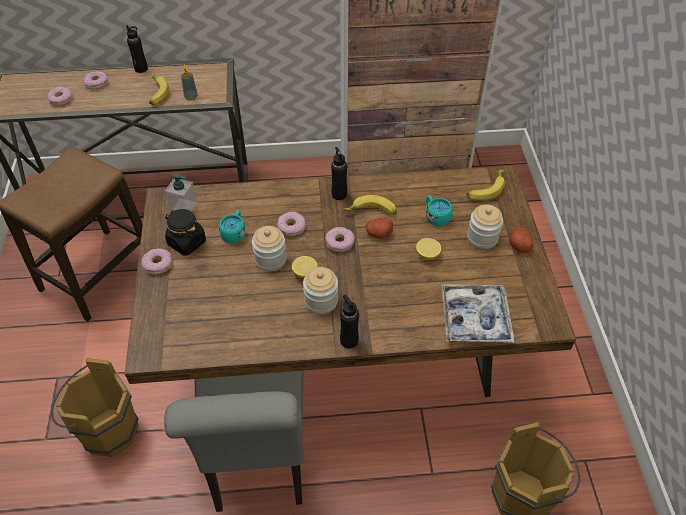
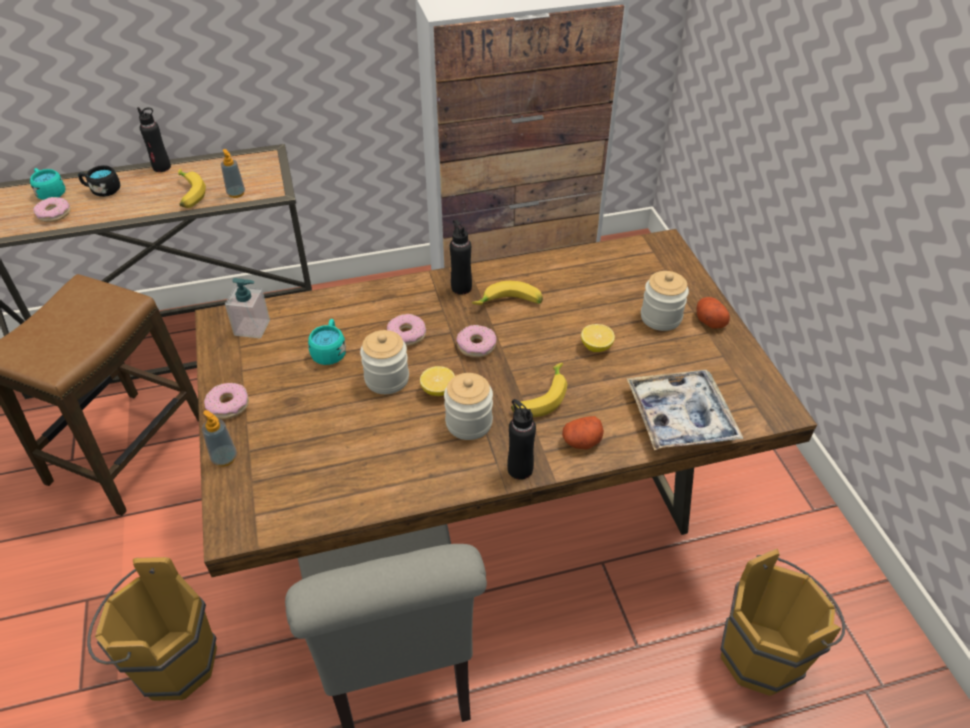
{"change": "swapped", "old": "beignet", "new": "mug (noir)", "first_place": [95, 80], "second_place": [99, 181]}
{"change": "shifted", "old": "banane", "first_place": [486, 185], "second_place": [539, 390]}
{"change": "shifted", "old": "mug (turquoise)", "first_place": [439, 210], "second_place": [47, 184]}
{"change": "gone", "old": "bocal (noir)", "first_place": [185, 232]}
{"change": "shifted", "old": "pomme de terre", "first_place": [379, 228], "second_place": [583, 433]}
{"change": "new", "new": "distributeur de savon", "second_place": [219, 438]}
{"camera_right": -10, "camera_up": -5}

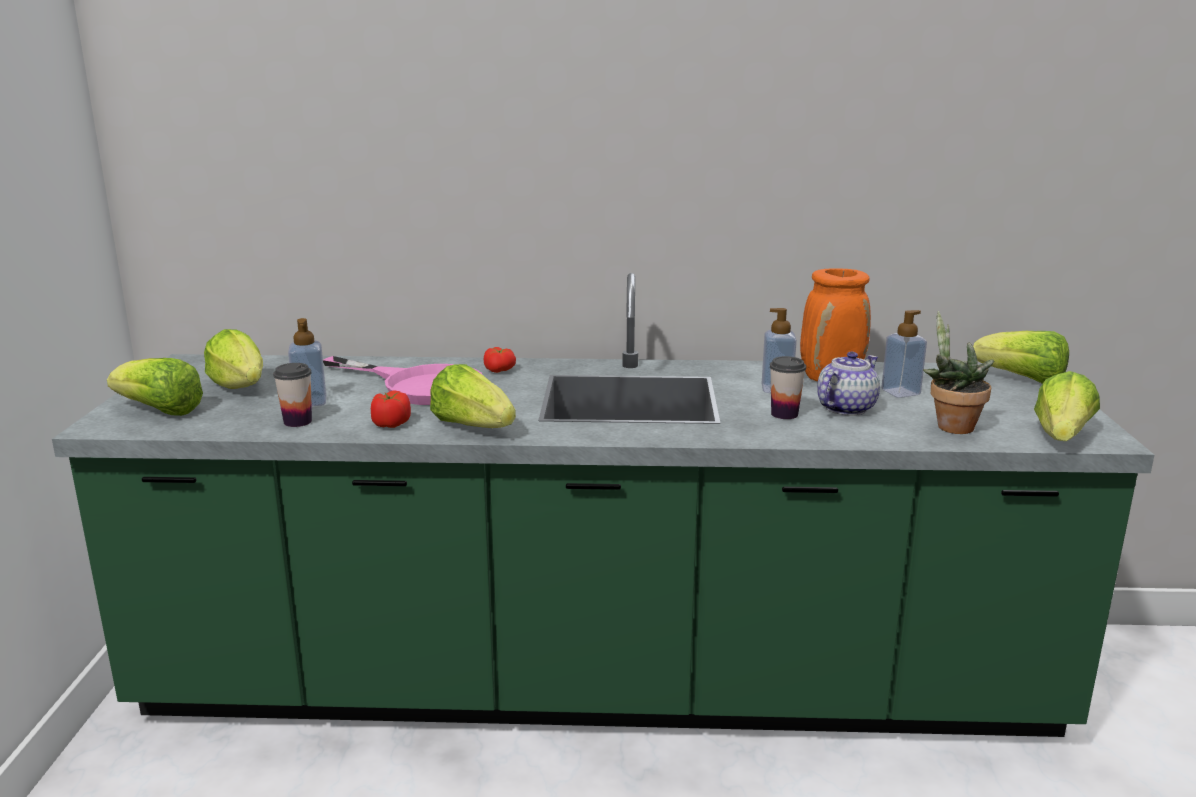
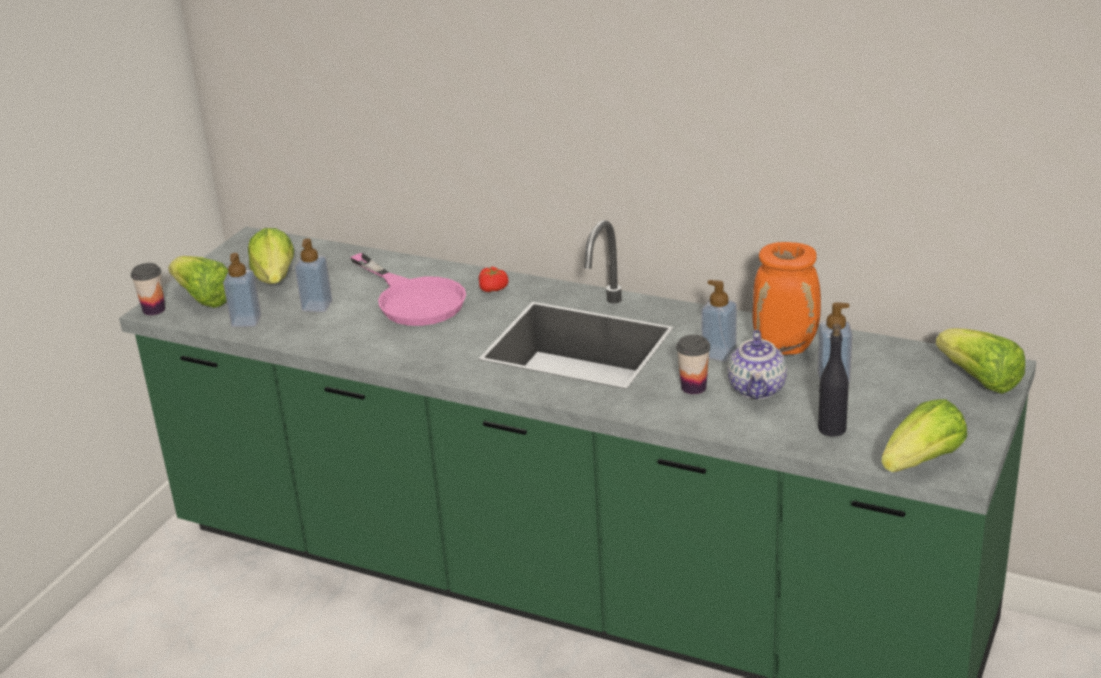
{"change": "swapped", "old": "plante en pot", "new": "bouteille (noir)", "first_place": [958, 372], "second_place": [833, 380]}
{"change": "rotated", "old": "théière", "first_place": [848, 384], "second_place": [757, 364], "degrees": 120}
{"change": "shifted", "old": "tasse", "first_place": [292, 395], "second_place": [148, 289]}
{"change": "gone", "old": "laitue", "first_place": [473, 396]}
{"change": "gone", "old": "tomate", "first_place": [391, 409]}
{"change": "new", "new": "distributeur de savon", "second_place": [242, 290]}
{"camera_right": 25, "camera_up": 10}

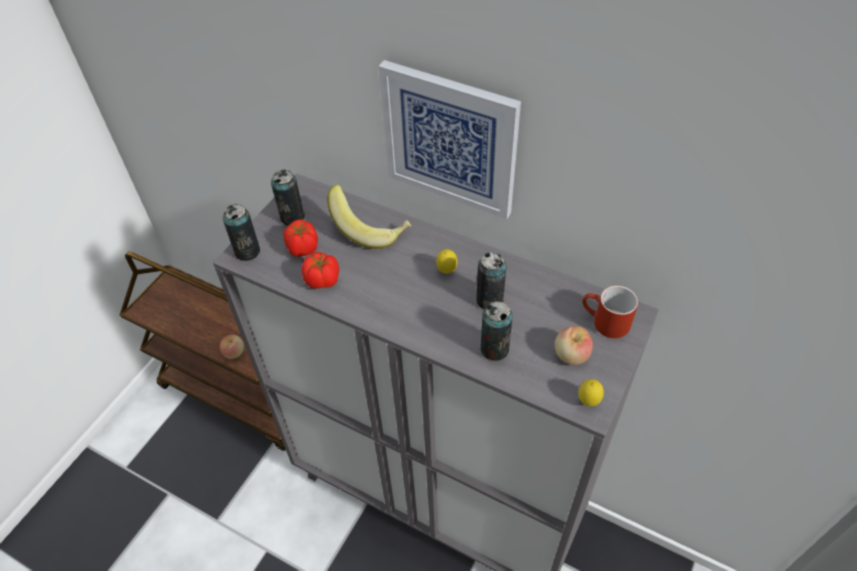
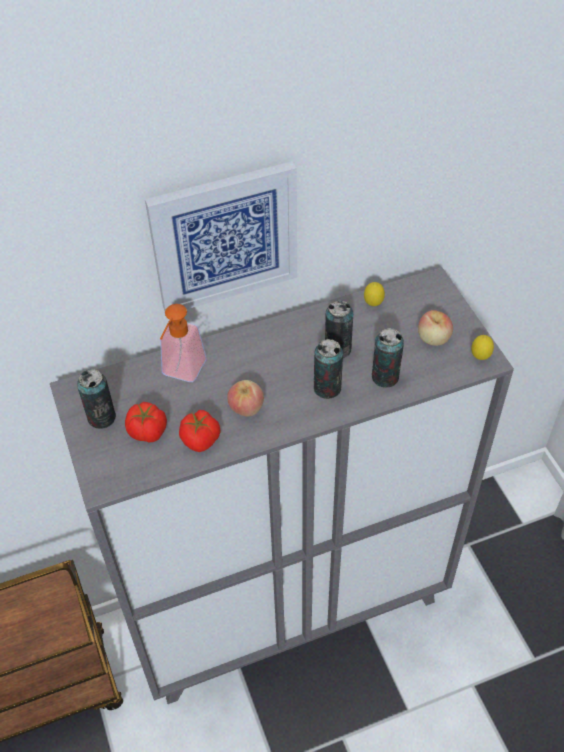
{"change": "swapped", "old": "banane", "new": "distributeur de savon", "first_place": [369, 217], "second_place": [183, 343]}
{"change": "shifted", "old": "boîte métallique", "first_place": [241, 232], "second_place": [328, 369]}
{"change": "shifted", "old": "citron", "first_place": [446, 261], "second_place": [374, 294]}
{"change": "gone", "old": "mug (rouge)", "first_place": [610, 312]}
{"change": "shifted", "old": "pomme", "first_place": [232, 347], "second_place": [245, 398]}
{"camera_right": -50, "camera_up": 0}

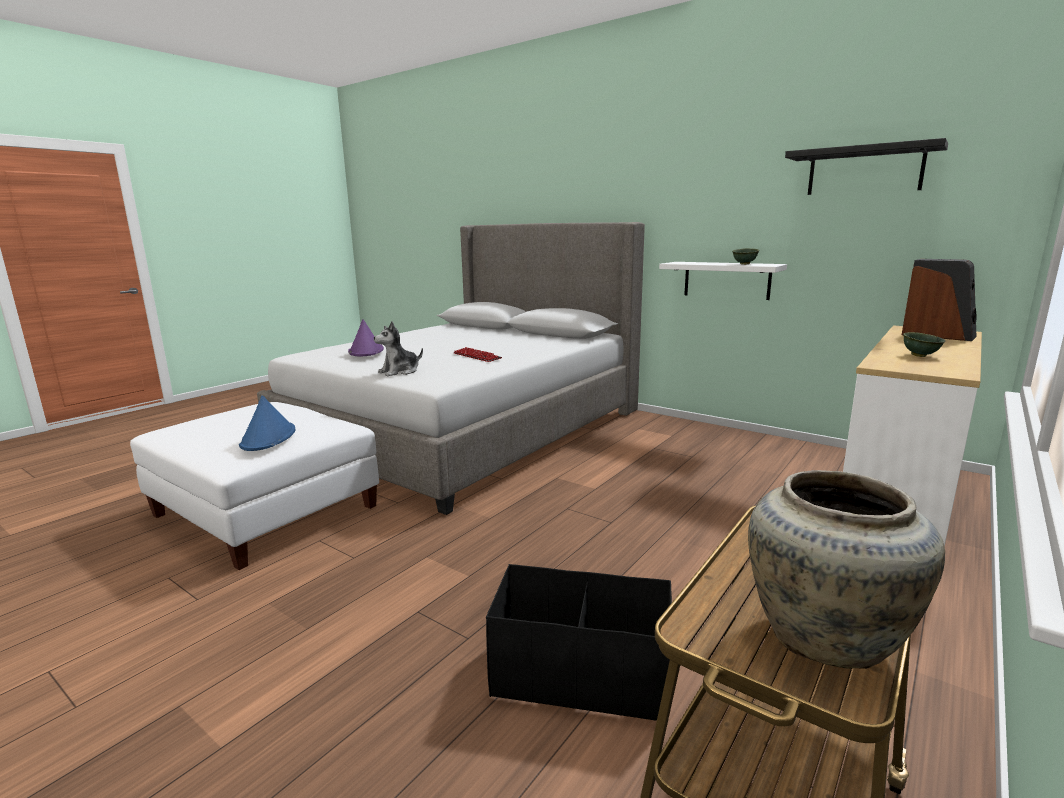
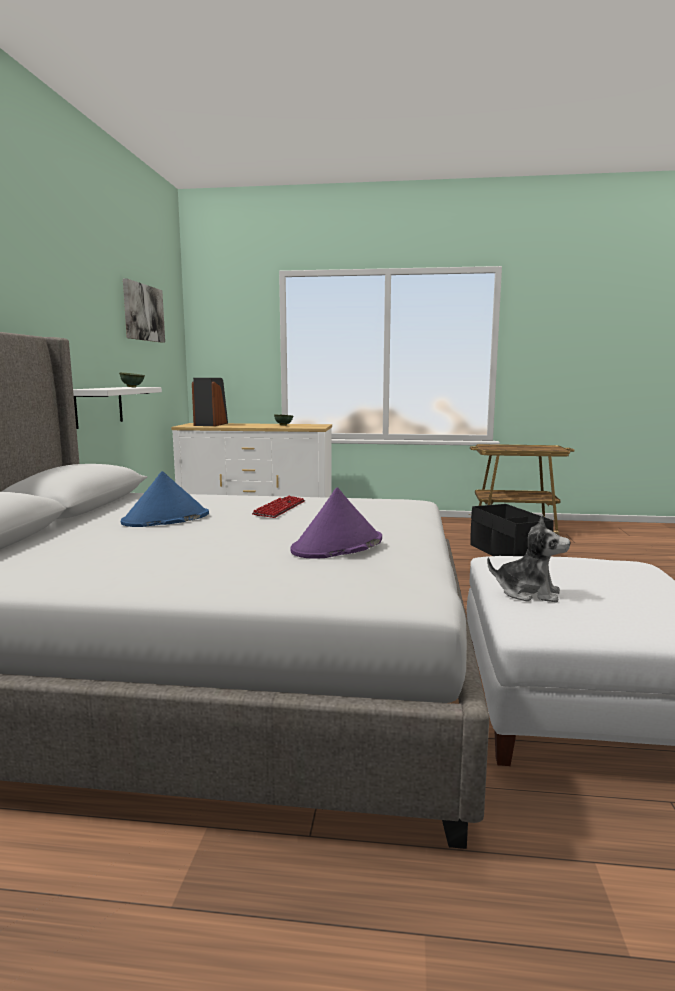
{"change": "swapped", "old": "étagère (noir)", "new": "tableau", "first_place": [866, 166], "second_place": [144, 310]}
{"change": "shifted", "old": "peluche", "first_place": [398, 348], "second_place": [528, 559]}
{"change": "shifted", "old": "chapeau (bleu)", "first_place": [267, 423], "second_place": [165, 499]}
{"change": "gone", "old": "vase (beige)", "first_place": [846, 569]}
{"camera_right": -120, "camera_up": -5}

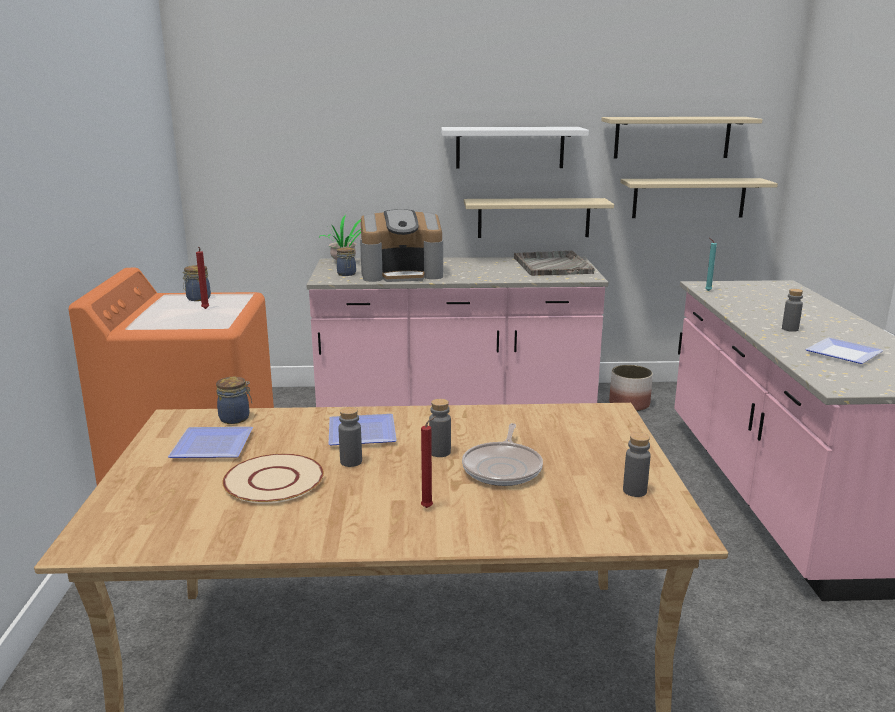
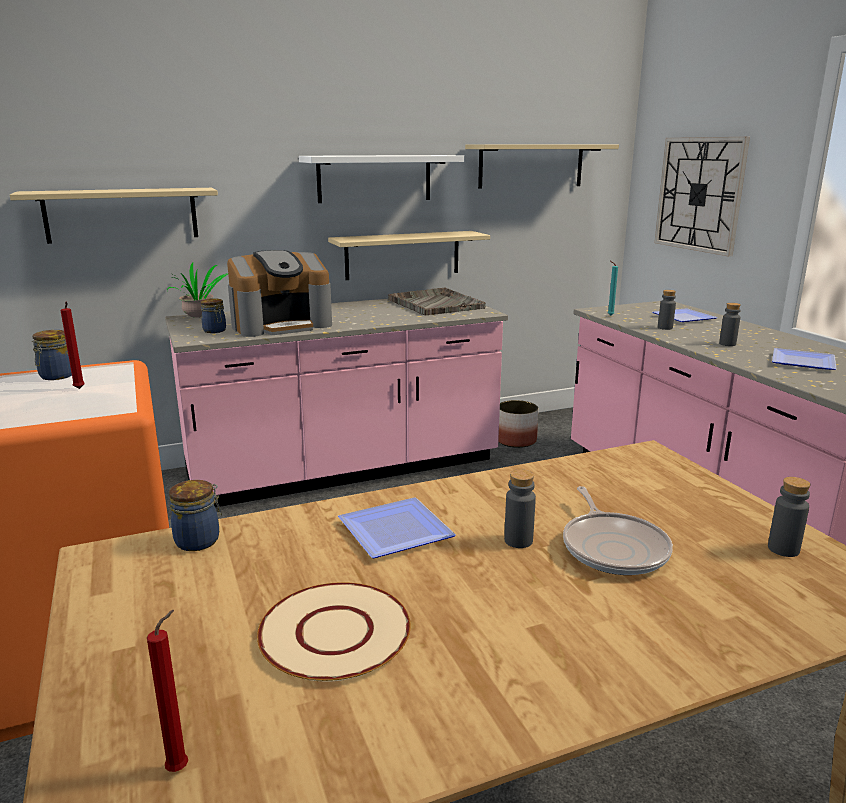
{"change": "shifted", "old": "étagère (beige)", "first_place": [699, 198], "second_place": [114, 216]}
{"change": "shifted", "old": "bouteille (gris)", "first_place": [350, 437], "second_place": [667, 310]}
{"change": "shifted", "old": "bougie (rouge)", "first_place": [428, 462], "second_place": [167, 691]}
{"change": "shifted", "old": "assiette", "first_place": [210, 442], "second_place": [684, 315]}
{"change": "new", "new": "horloge murale", "second_place": [702, 197]}
{"camera_right": -20, "camera_up": 0}

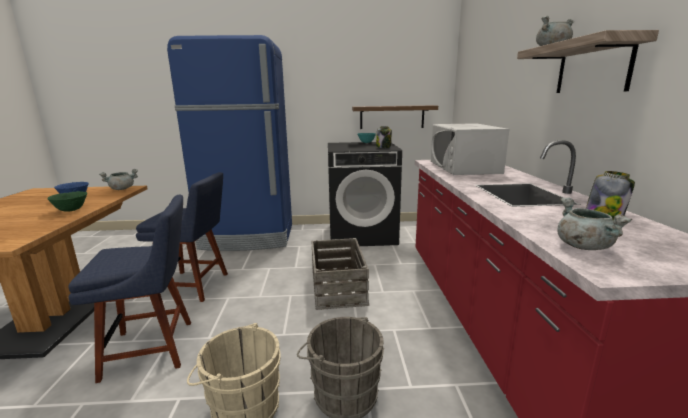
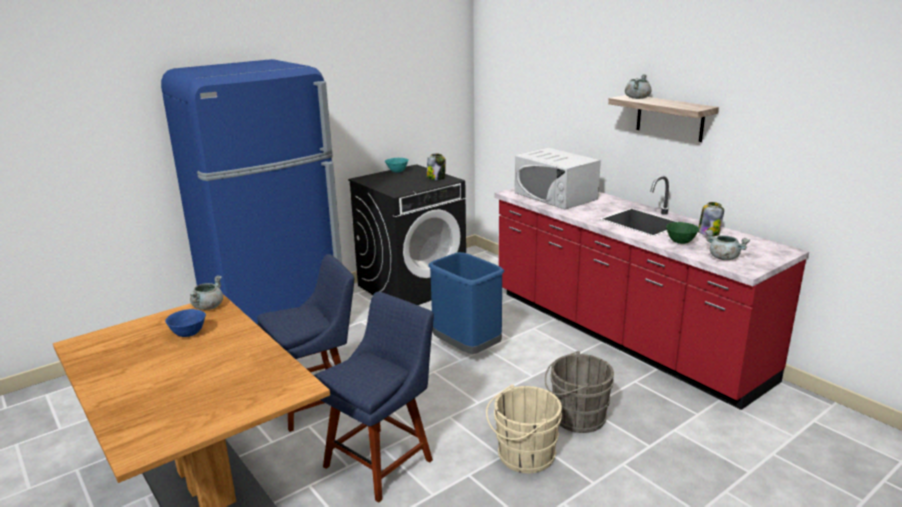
{"change": "gone", "old": "étagère", "first_place": [395, 117]}
{"change": "shifted", "old": "bol (vert)", "first_place": [67, 201], "second_place": [682, 233]}
{"change": "swapped", "old": "caisse", "new": "poubelle (bleu)", "first_place": [340, 274], "second_place": [466, 303]}
{"camera_right": -35, "camera_up": 5}

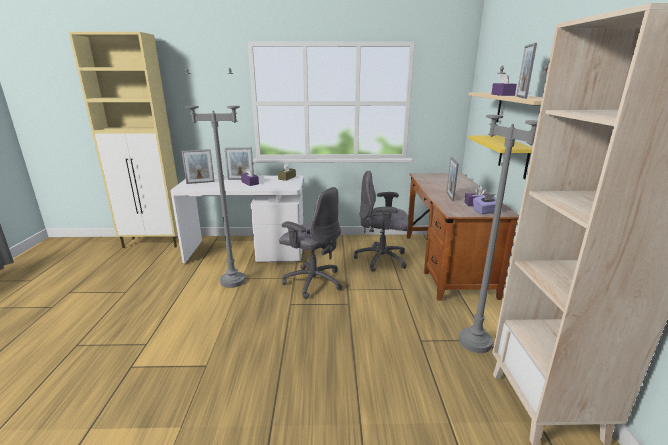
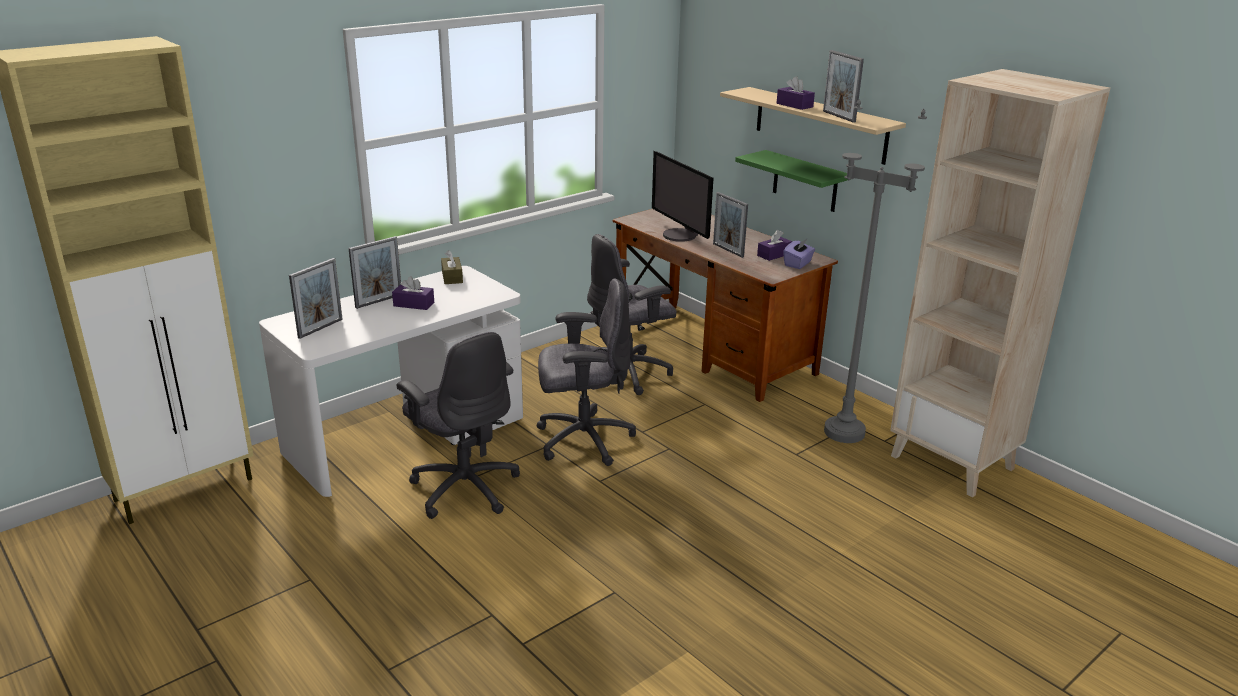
{"change": "swapped", "old": "lampadaire (gris)", "new": "chaise de bureau (gris)", "first_place": [215, 178], "second_place": [458, 425]}
{"change": "repainted", "old": "étagère (jaune)", "new": "étagère (vert)", "first_place": [500, 157], "second_place": [793, 181]}
{"change": "new", "new": "écran d'ordinateur", "second_place": [682, 196]}
{"camera_right": -40, "camera_up": 5}

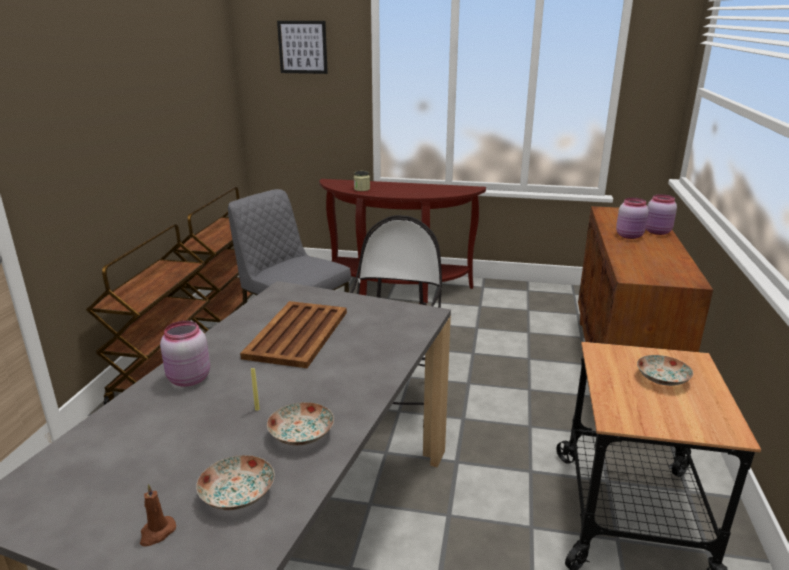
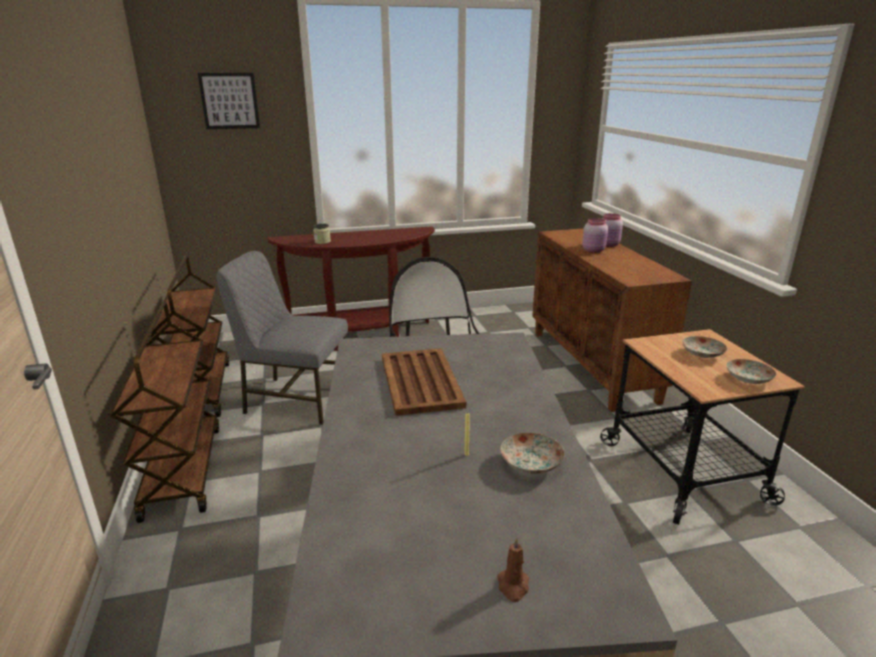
{"change": "gone", "old": "bocal (rose)", "first_place": [185, 354]}
{"change": "shifted", "old": "assiette", "first_place": [235, 482], "second_place": [751, 371]}
{"camera_right": -25, "camera_up": 0}

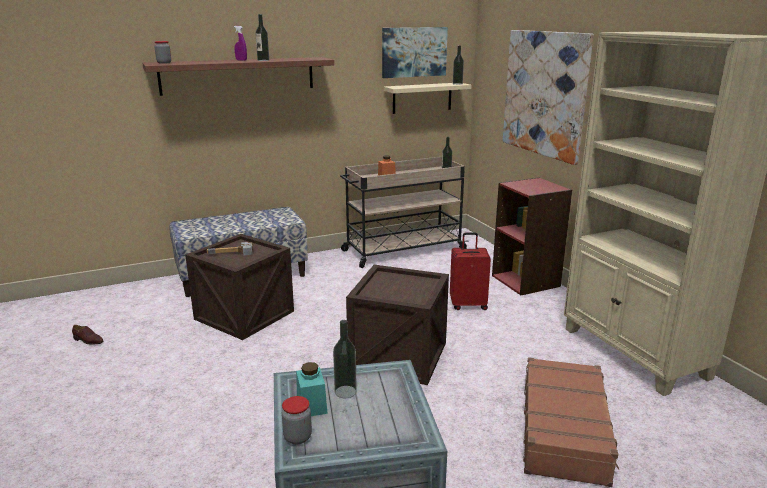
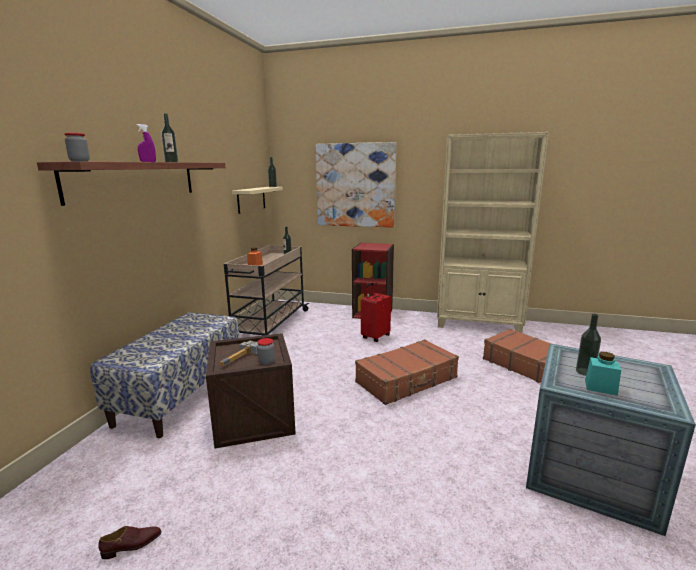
{"change": "gone", "old": "tableau", "first_place": [415, 52]}
{"change": "swapped", "old": "caisse", "new": "valise (marron)", "first_place": [397, 325], "second_place": [407, 372]}
{"change": "shifted", "old": "bocal", "first_place": [297, 420], "second_place": [266, 351]}
{"camera_right": -50, "camera_up": -5}

